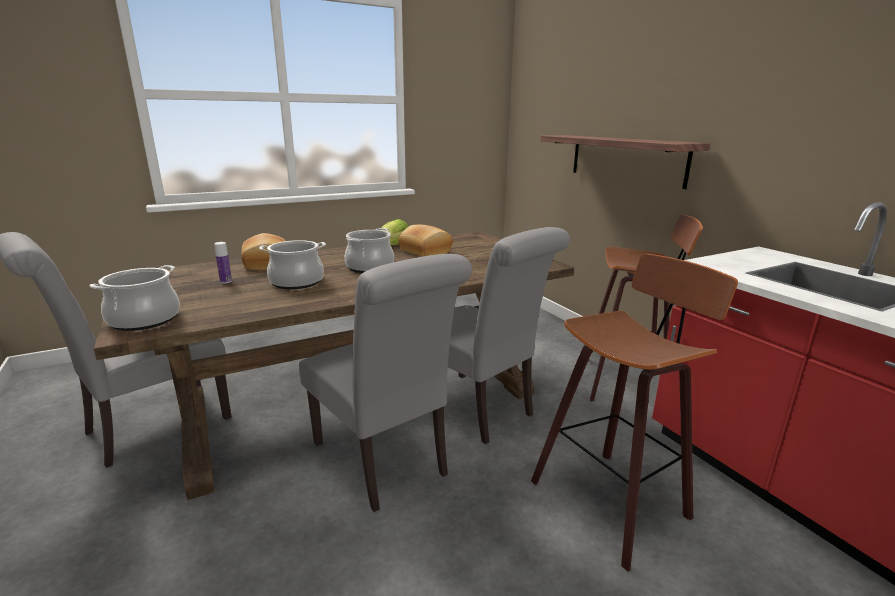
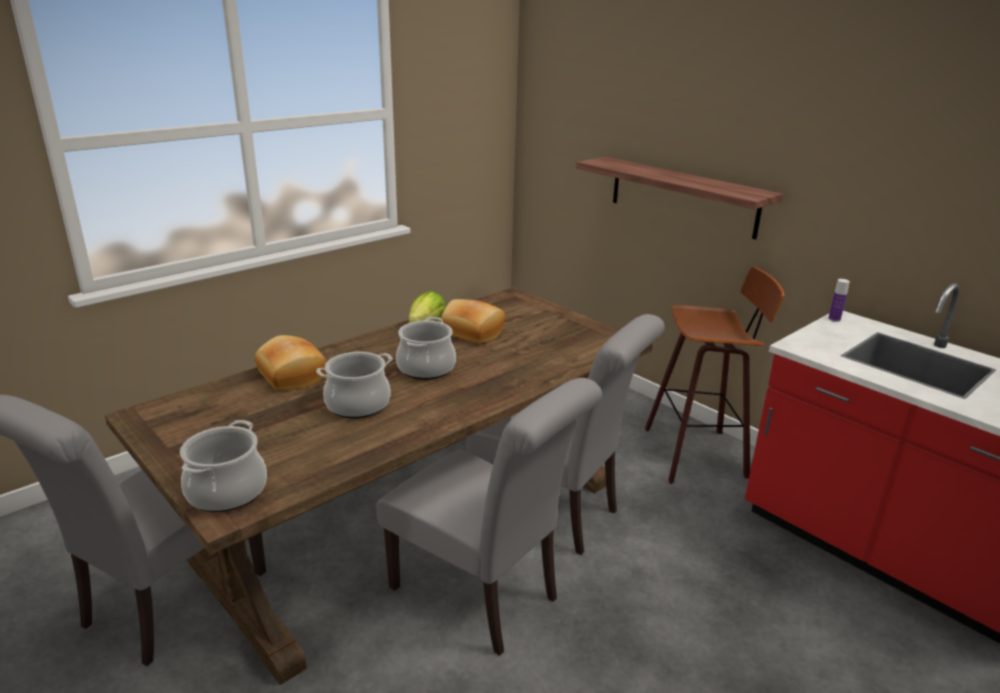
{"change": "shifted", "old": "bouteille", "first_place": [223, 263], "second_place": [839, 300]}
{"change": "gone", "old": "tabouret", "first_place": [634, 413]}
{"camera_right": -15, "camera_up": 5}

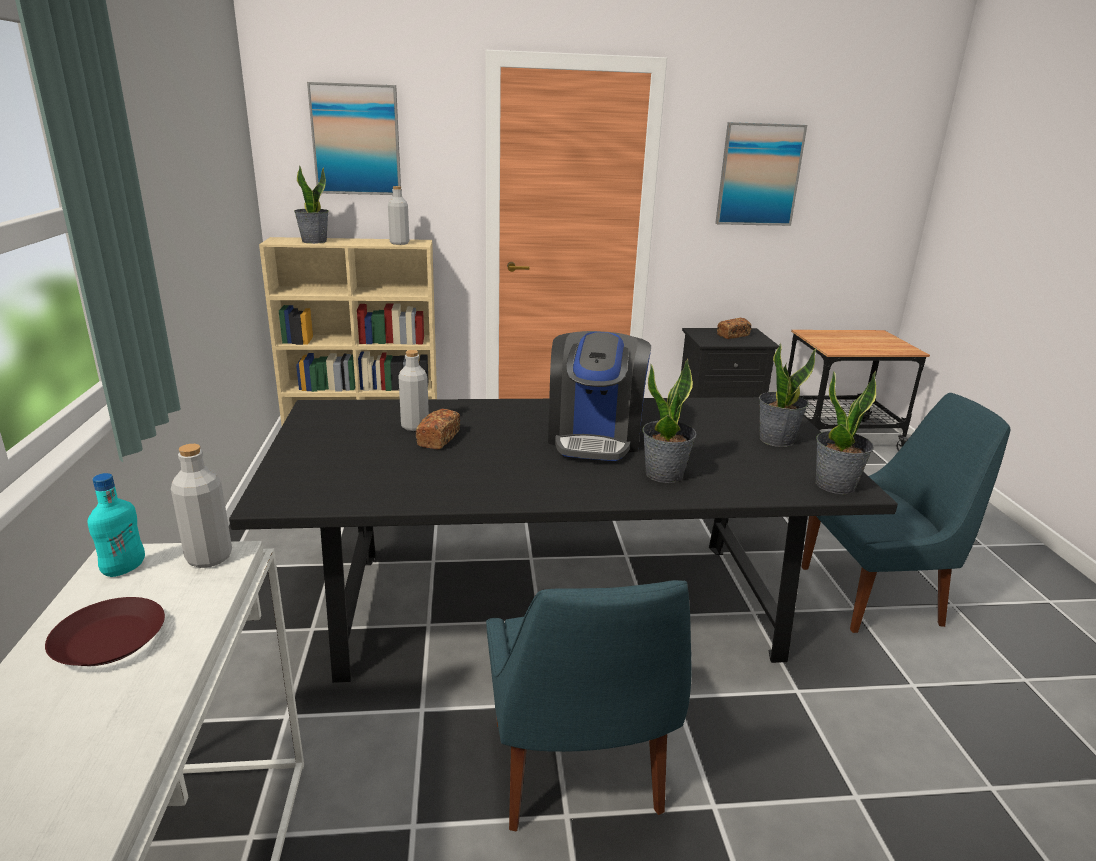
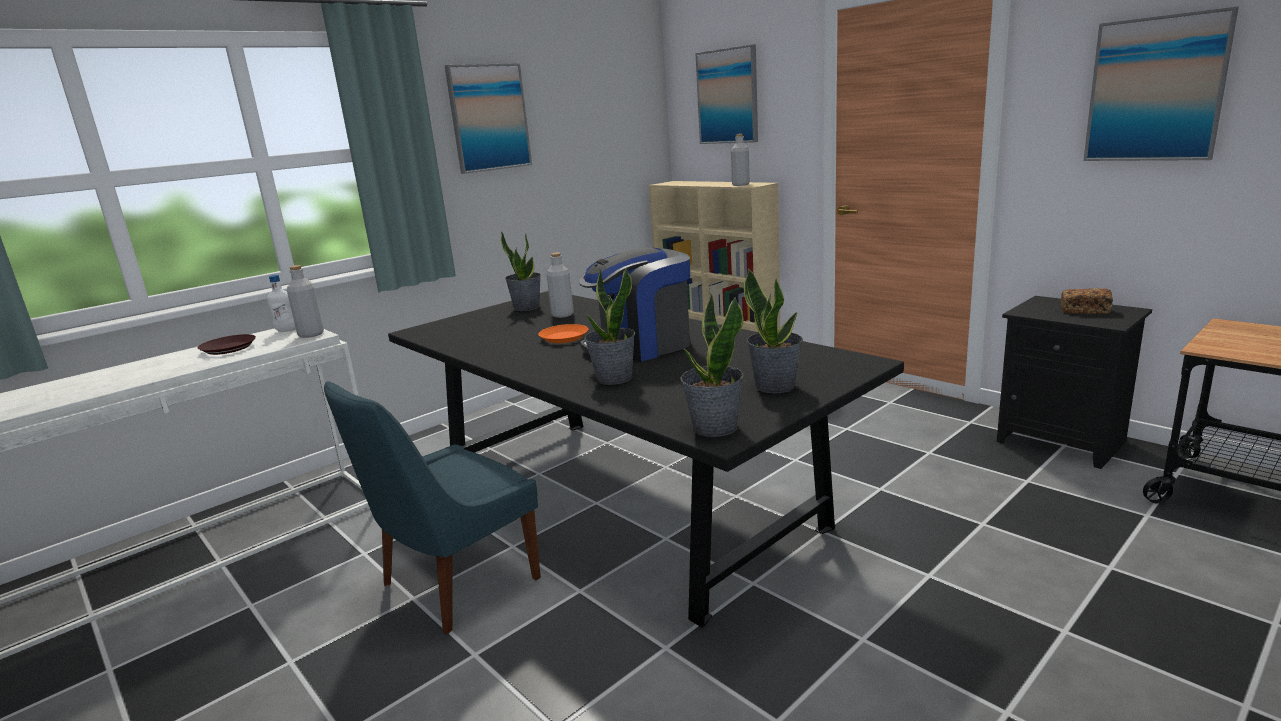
{"change": "shifted", "old": "plante en pot", "first_place": [311, 205], "second_place": [521, 271]}
{"change": "gone", "old": "chaise (bleu)", "first_place": [905, 513]}
{"change": "gone", "old": "pain", "first_place": [438, 429]}
{"change": "repainted", "old": "bouteille (turquoise)", "new": "bouteille (blanc)", "first_place": [116, 525], "second_place": [281, 303]}
{"change": "new", "new": "tableau", "second_place": [488, 118]}
{"change": "new", "new": "assiette (orange)", "second_place": [563, 333]}
{"camera_right": 55, "camera_up": -5}

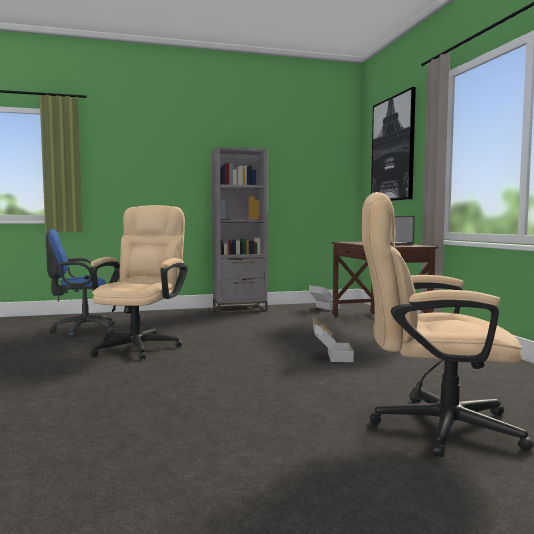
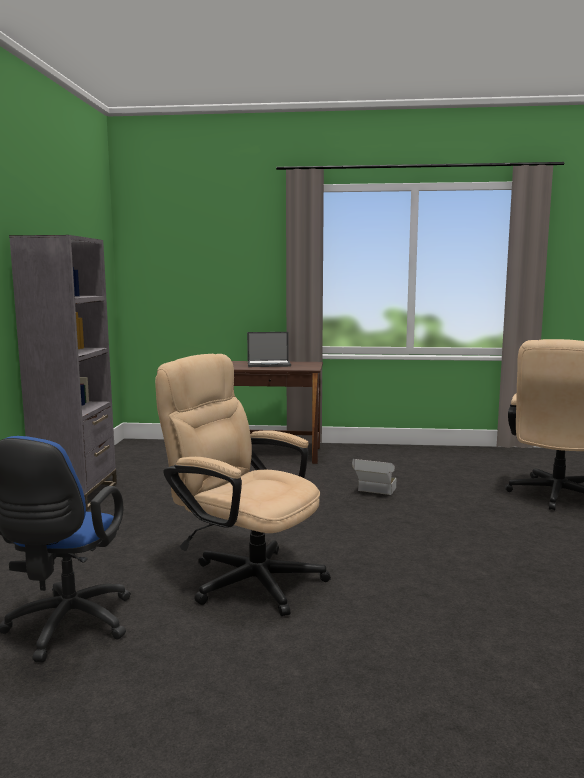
{"change": "gone", "old": "tableau", "first_place": [393, 144]}
{"change": "gone", "old": "carton", "first_place": [325, 297]}
{"camera_right": -70, "camera_up": 5}

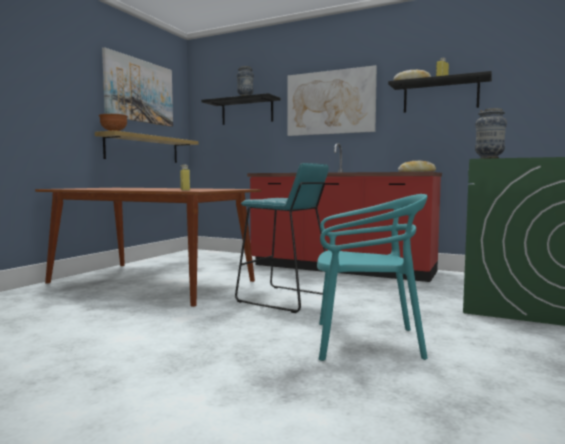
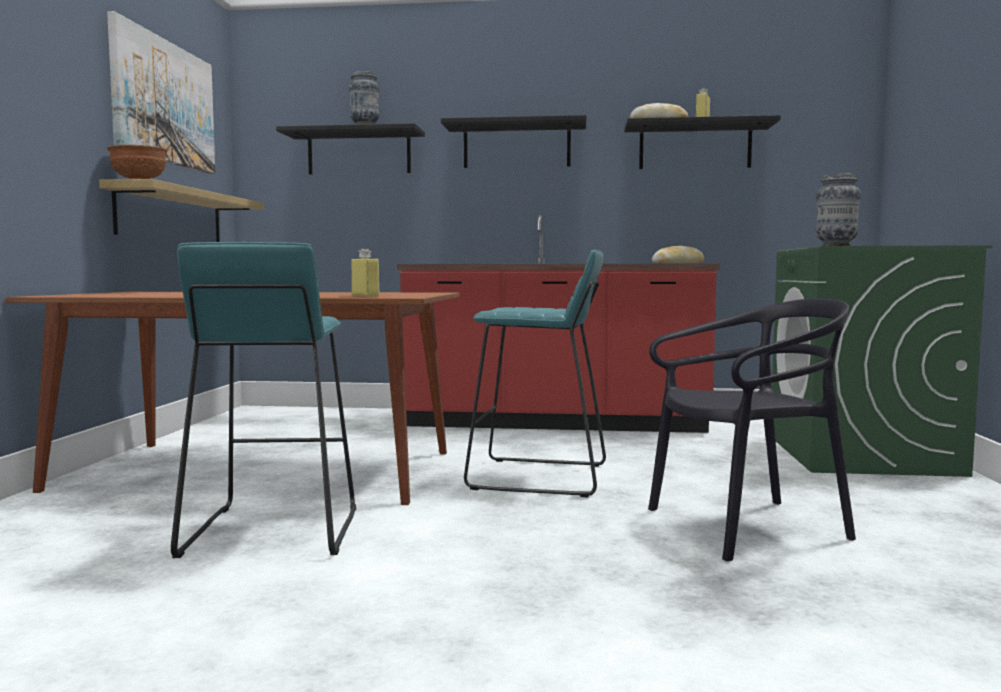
{"change": "swapped", "old": "tableau", "new": "étagère (noir)", "first_place": [332, 100], "second_place": [513, 141]}
{"change": "repainted", "old": "chaise (turquoise)", "new": "chaise (noir)", "first_place": [372, 277], "second_place": [752, 430]}
{"change": "new", "new": "tabouret (turquoise)", "second_place": [263, 400]}
{"camera_right": -20, "camera_up": 0}

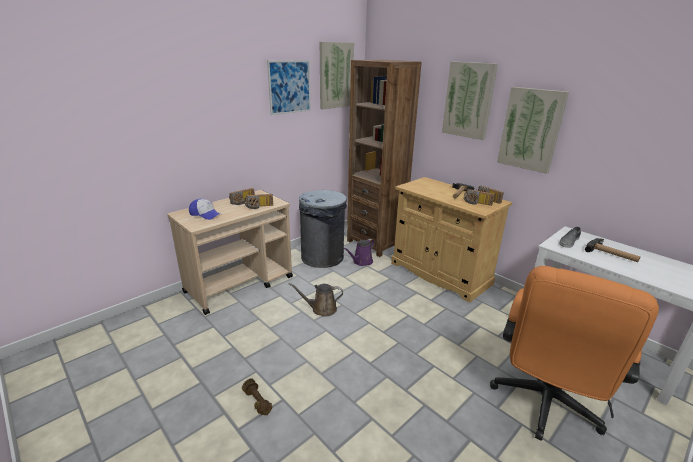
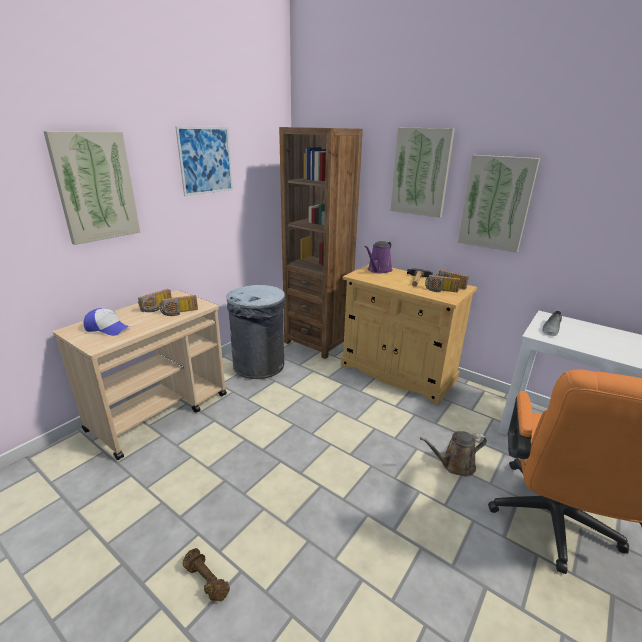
{"change": "shifted", "old": "tableau", "first_place": [337, 75], "second_place": [91, 188]}
{"change": "gone", "old": "marteau", "first_place": [612, 250]}
{"change": "shifted", "old": "arrosoir (violet)", "first_place": [358, 252], "second_place": [378, 257]}
{"change": "shifted", "old": "arrosoir (marron)", "first_place": [316, 300], "second_place": [453, 454]}
{"camera_right": -10, "camera_up": 0}

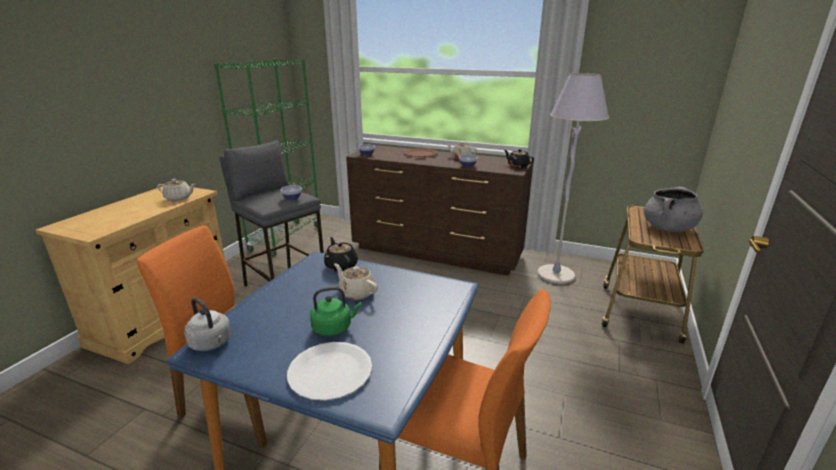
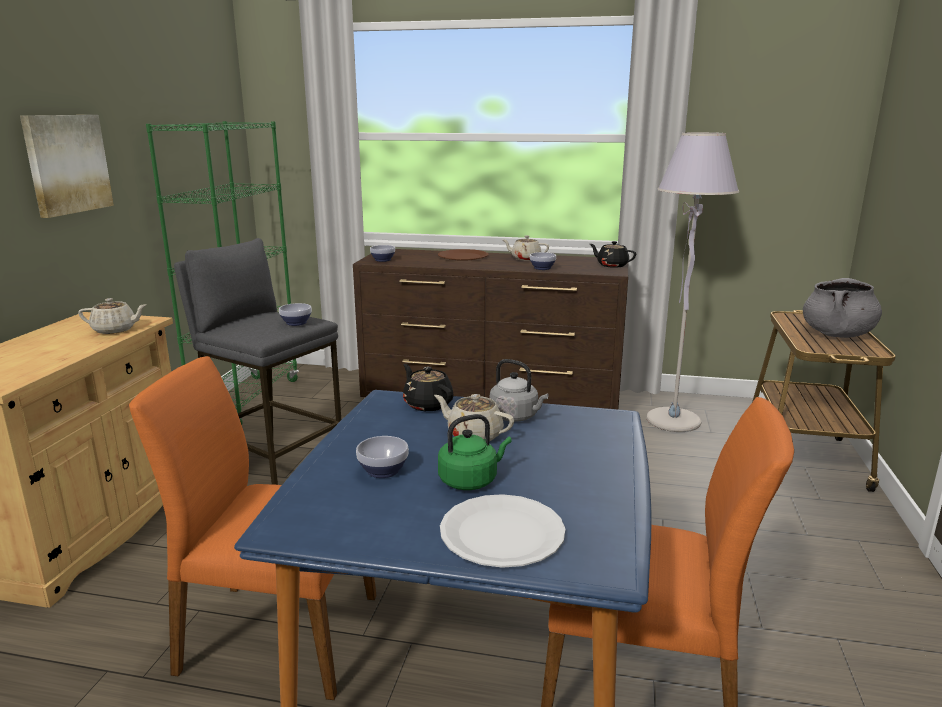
{"change": "shifted", "old": "bouilloire (gris)", "first_place": [207, 324], "second_place": [519, 390]}
{"change": "new", "new": "tableau", "second_place": [67, 166]}
{"change": "new", "new": "bol", "second_place": [382, 457]}
{"camera_right": -10, "camera_up": -5}

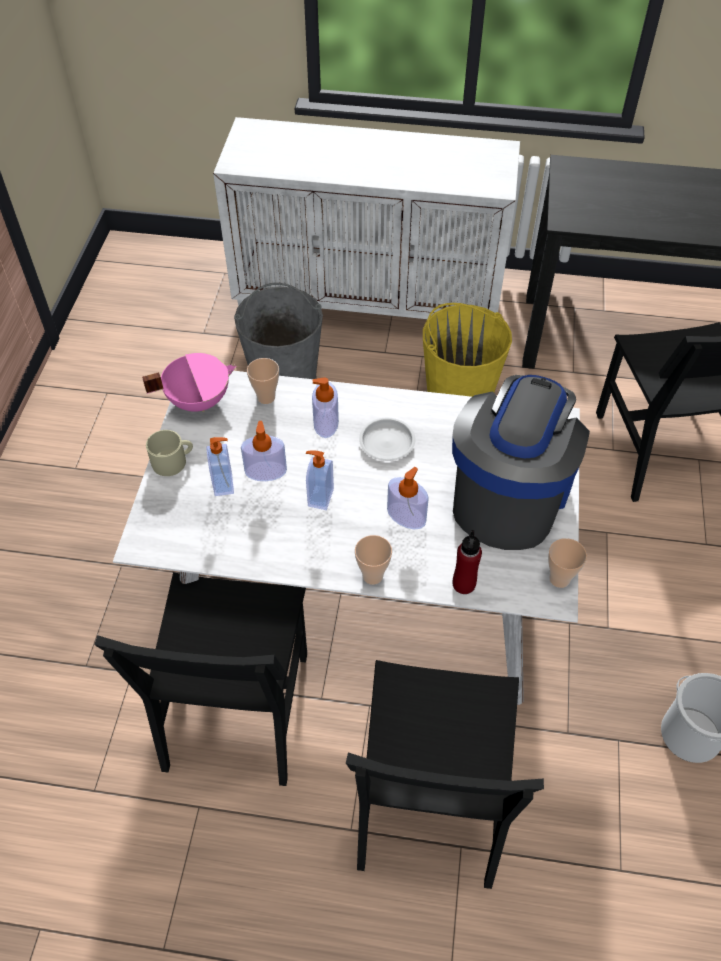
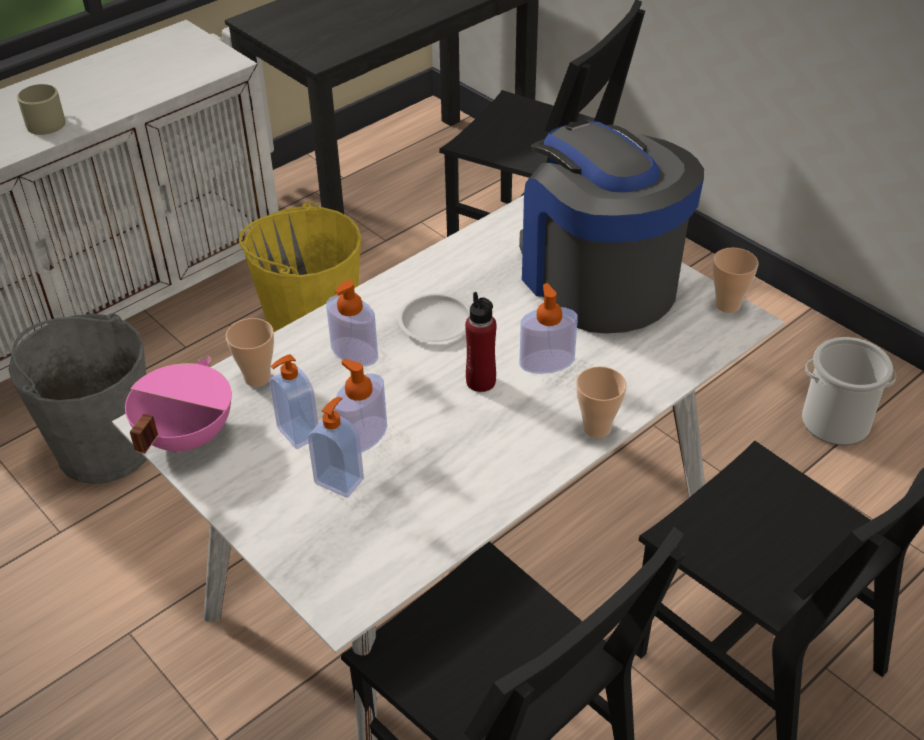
{"change": "shifted", "old": "mug (beige)", "first_place": [169, 453], "second_place": [41, 109]}
{"change": "shifted", "old": "distributeur de savon", "first_place": [320, 480], "second_place": [294, 401]}
{"change": "shifted", "old": "bouteille (rouge)", "first_place": [467, 562], "second_place": [481, 342]}
{"camera_right": -50, "camera_up": -10}

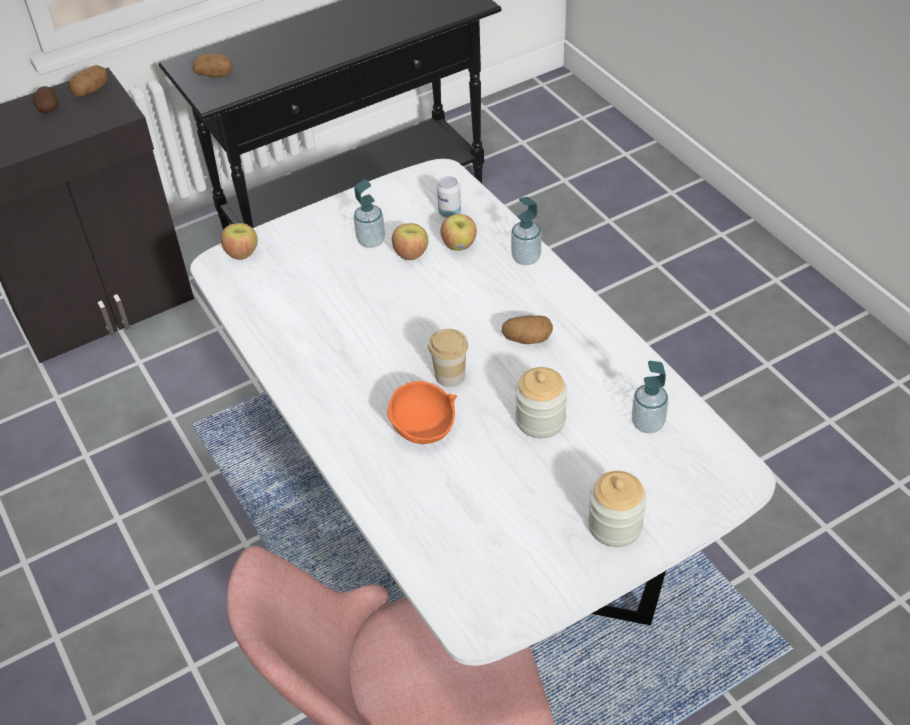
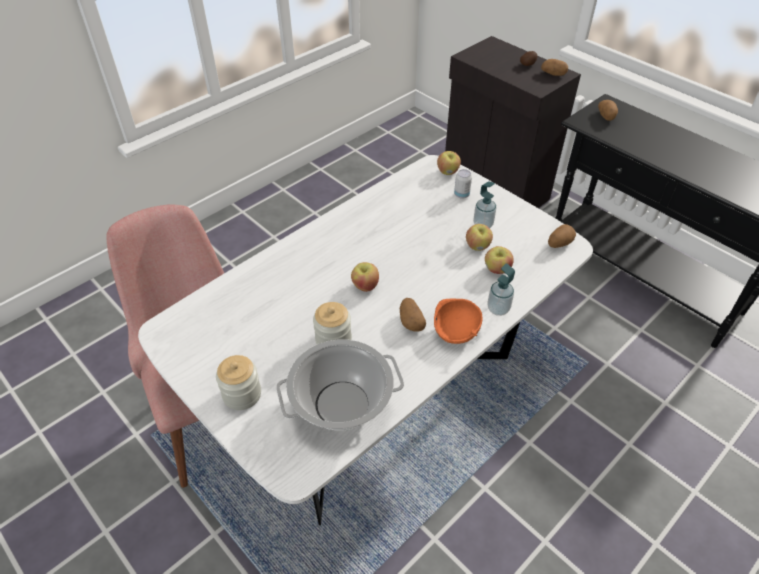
{"change": "shifted", "old": "boîte métallique", "first_place": [449, 197], "second_place": [463, 184]}
{"change": "swapped", "old": "tasse", "new": "pomme", "first_place": [448, 358], "second_place": [365, 277]}
{"change": "swapped", "old": "distributeur de savon", "new": "marmite", "first_place": [650, 397], "second_place": [340, 385]}
{"change": "shifted", "old": "bol (orange)", "first_place": [422, 412], "second_place": [458, 321]}
{"change": "new", "new": "pomme de terre", "second_place": [562, 236]}
{"camera_right": 75, "camera_up": 0}

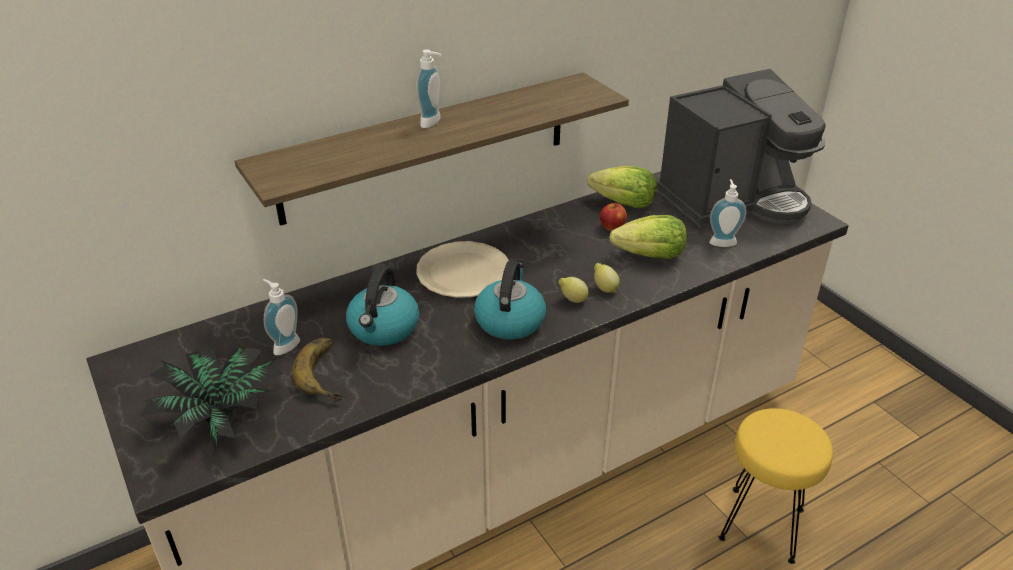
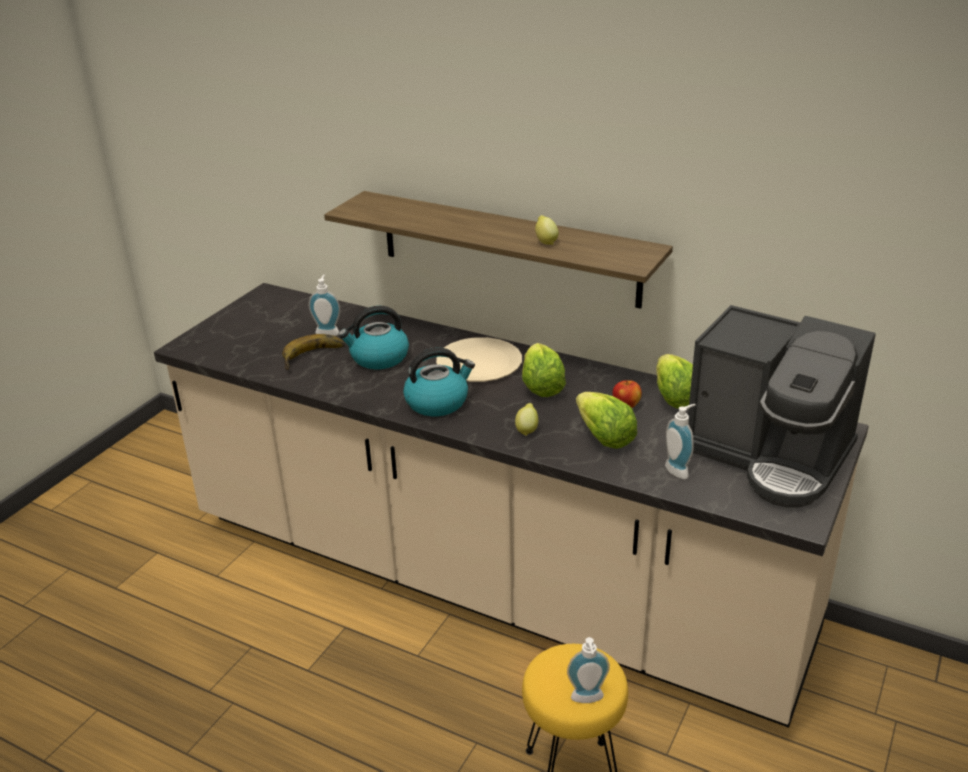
{"change": "shifted", "old": "distributeur de savon", "first_place": [429, 89], "second_place": [588, 670]}
{"change": "shifted", "old": "citron", "first_place": [574, 290], "second_place": [547, 230]}
{"change": "gone", "old": "plante en pot", "first_place": [212, 398]}
{"change": "new", "new": "laitue", "second_place": [544, 370]}
{"camera_right": 60, "camera_up": -5}

